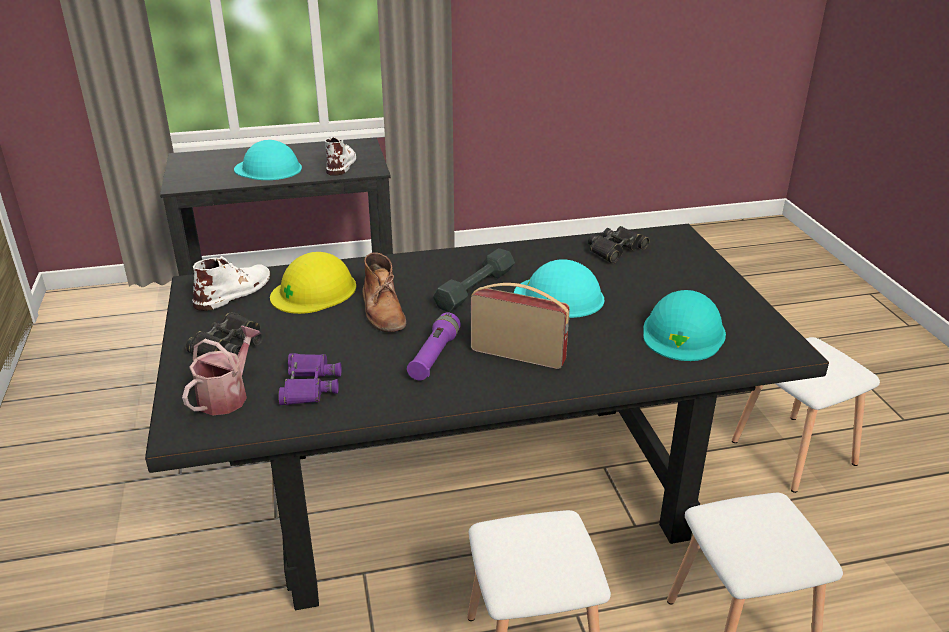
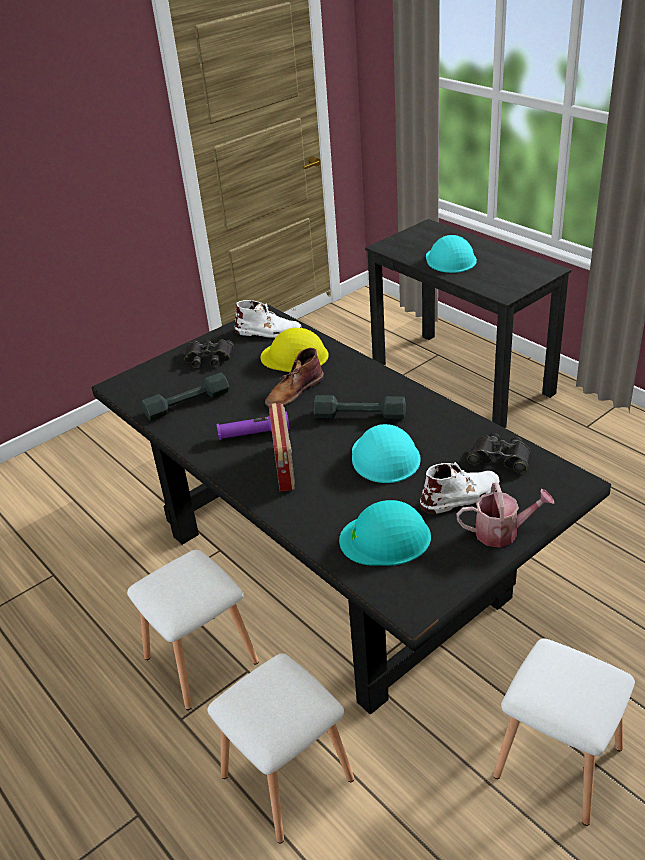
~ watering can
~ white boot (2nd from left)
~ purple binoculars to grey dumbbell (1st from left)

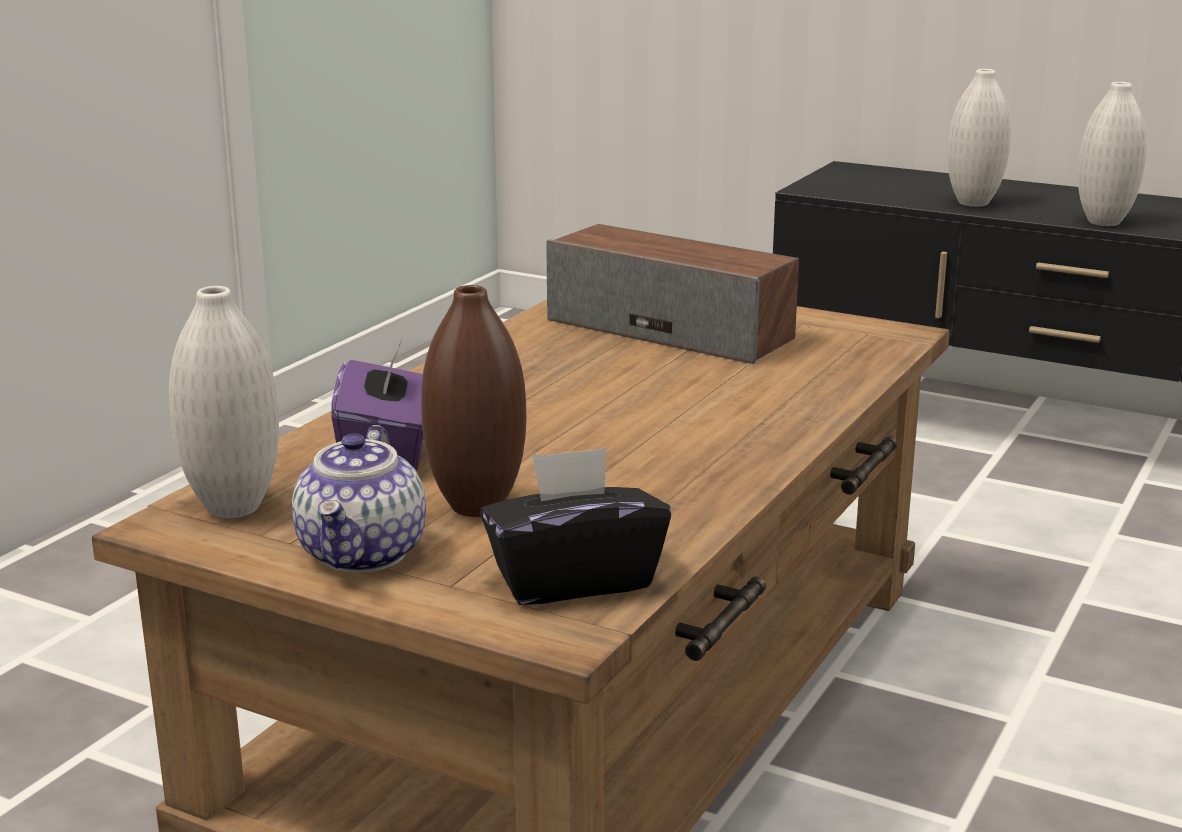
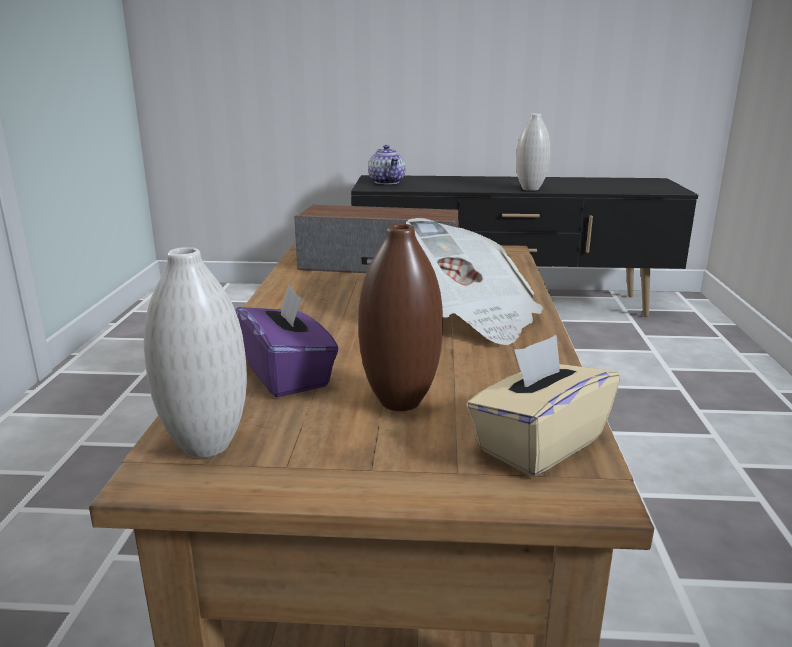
- white vase (2nd from left)
+ newspaper
~ teapot
~ black tissue box to beige tissue box

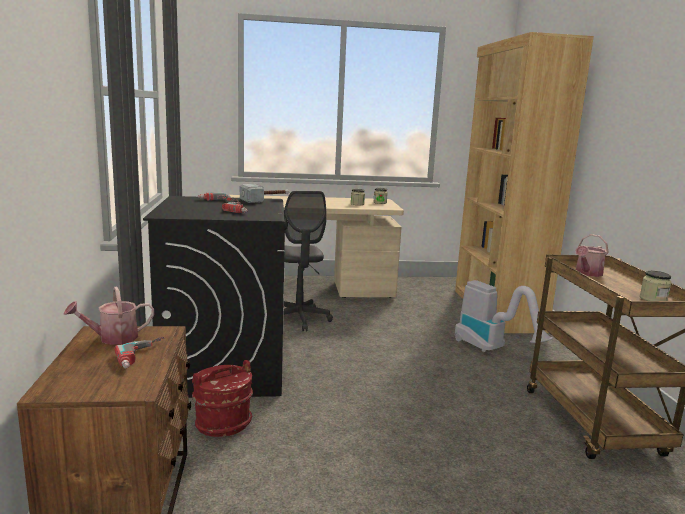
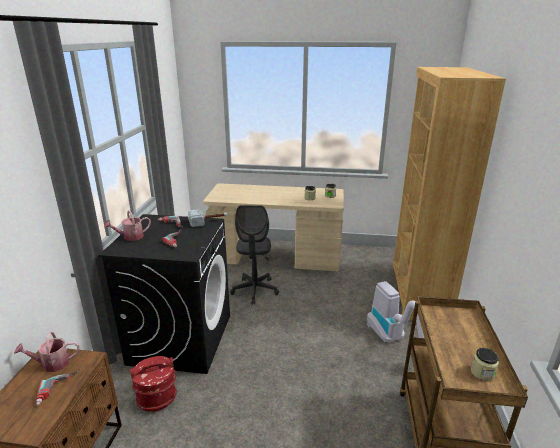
~ watering can (2nd from left)

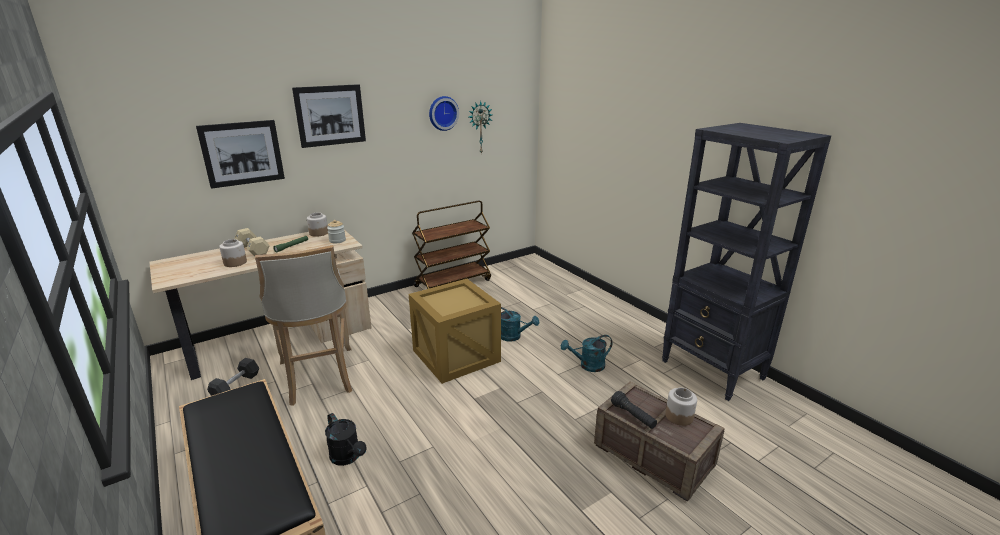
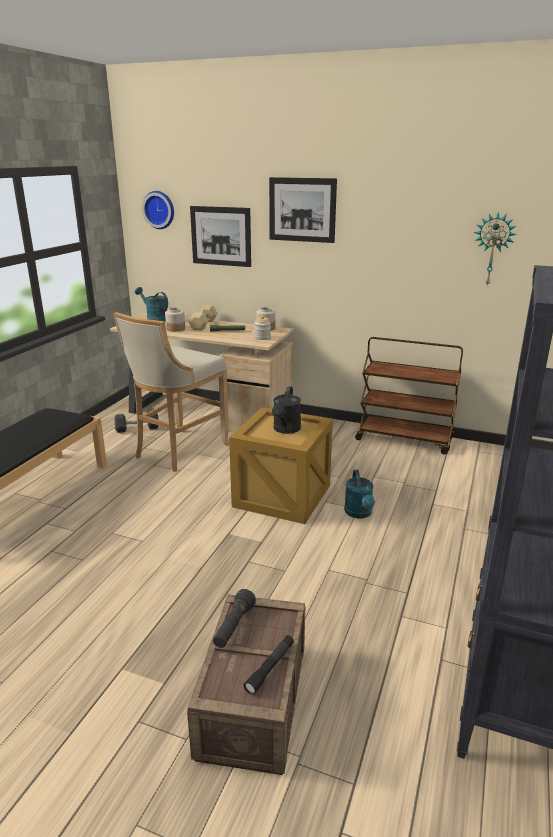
~ black watering can
~ wall clock (1st from left)
~ turquoise watering can (2nd from left in the first image) to turquoise watering can (1st from left)
~ jar (4th from left) to black flashlight (2nd from left)

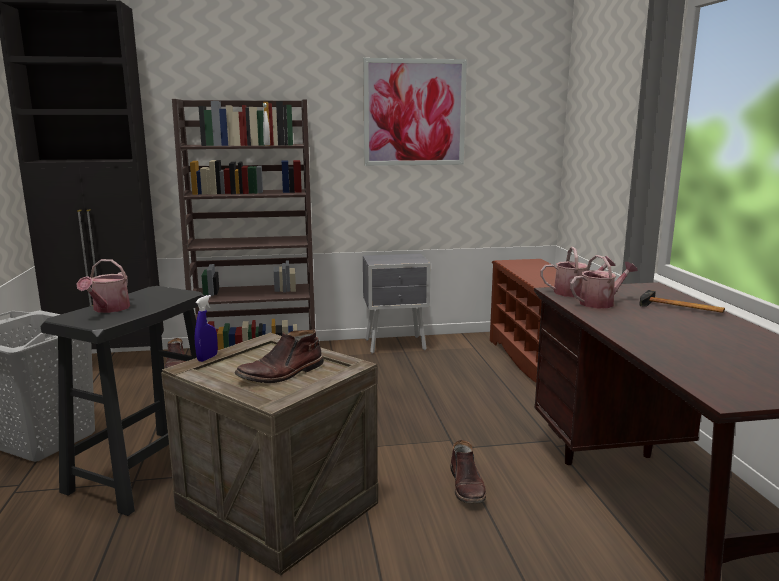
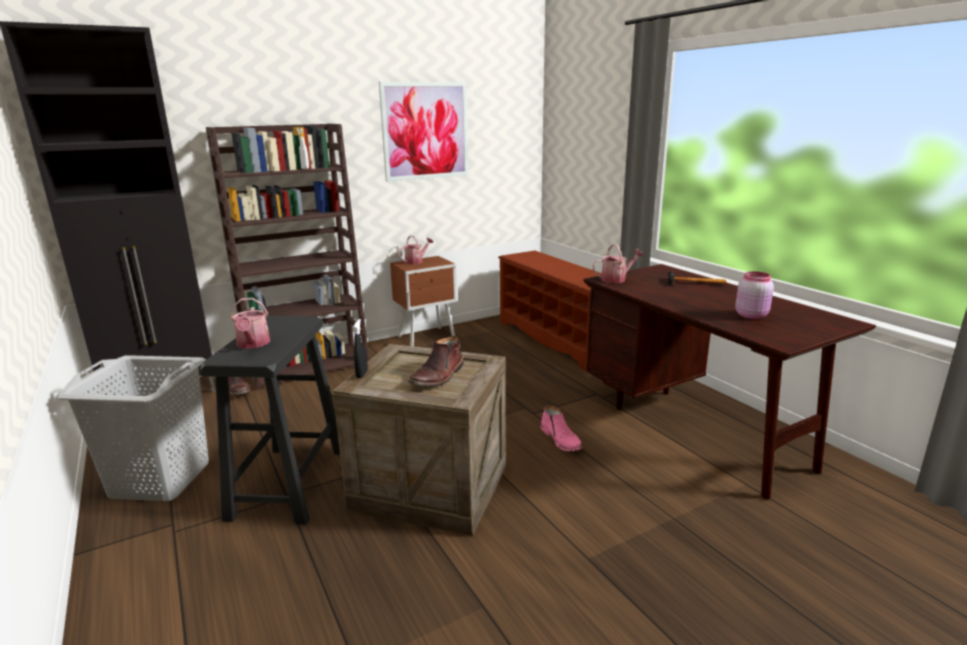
+ pink jar
~ watering can (3rd from left in the first image) to watering can (2nd from left)
~ blue spray bottle to black spray bottle
~ grey nightstand to brown nightstand
~ brown boot (3rd from left) to pink boot

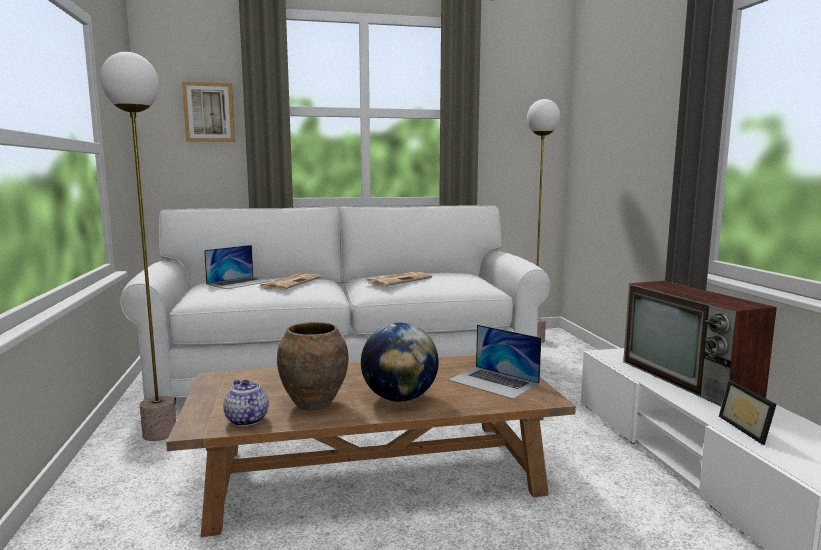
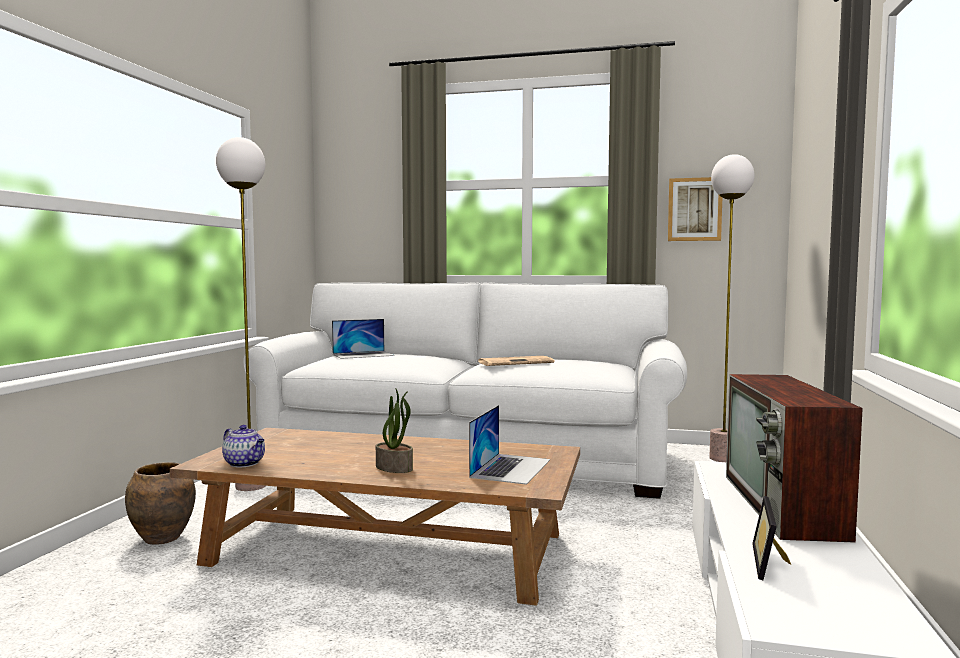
- newspaper (1st from left)
~ picture
~ brown vase
~ globe to potted plant
~ teapot 135 degrees clockwise
~ laptop (2nd from left) 135 degrees counterclockwise

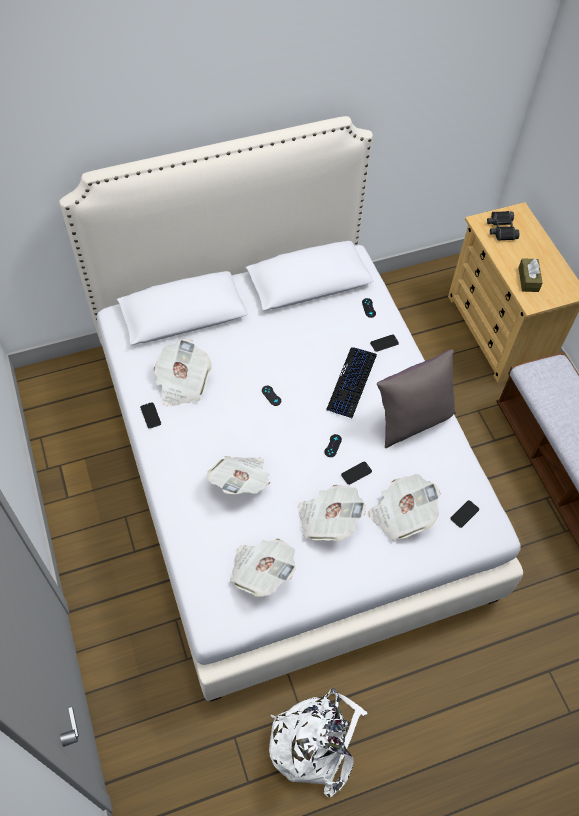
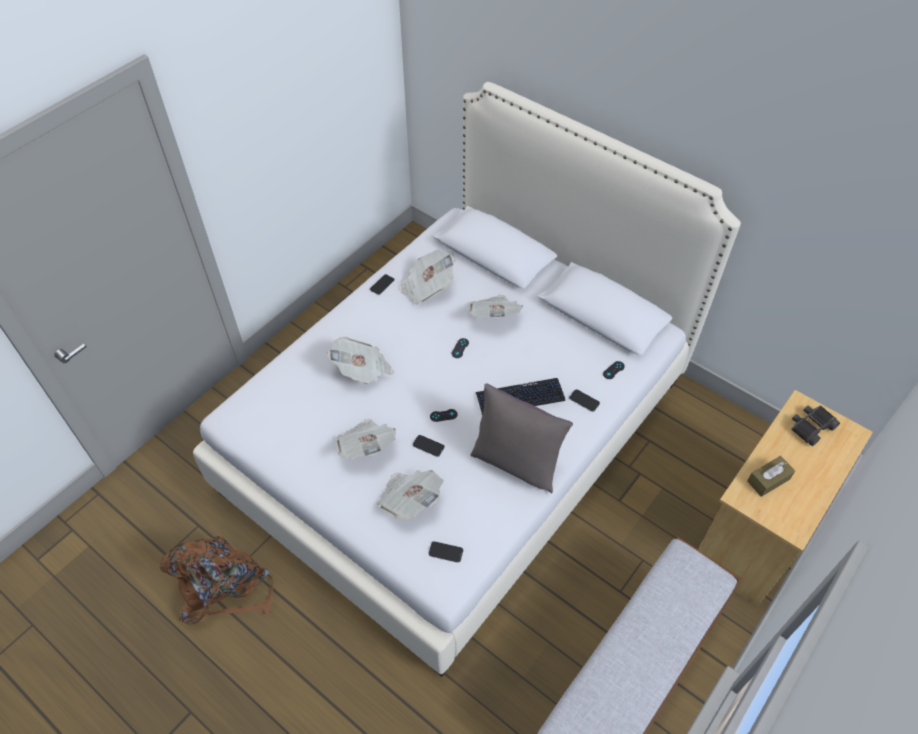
~ newspaper (3rd from left in the first image) to newspaper (5th from left)
~ white backpack to brown backpack

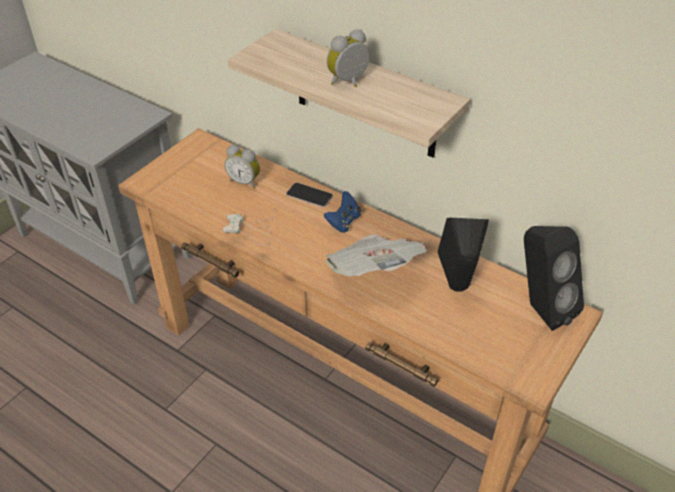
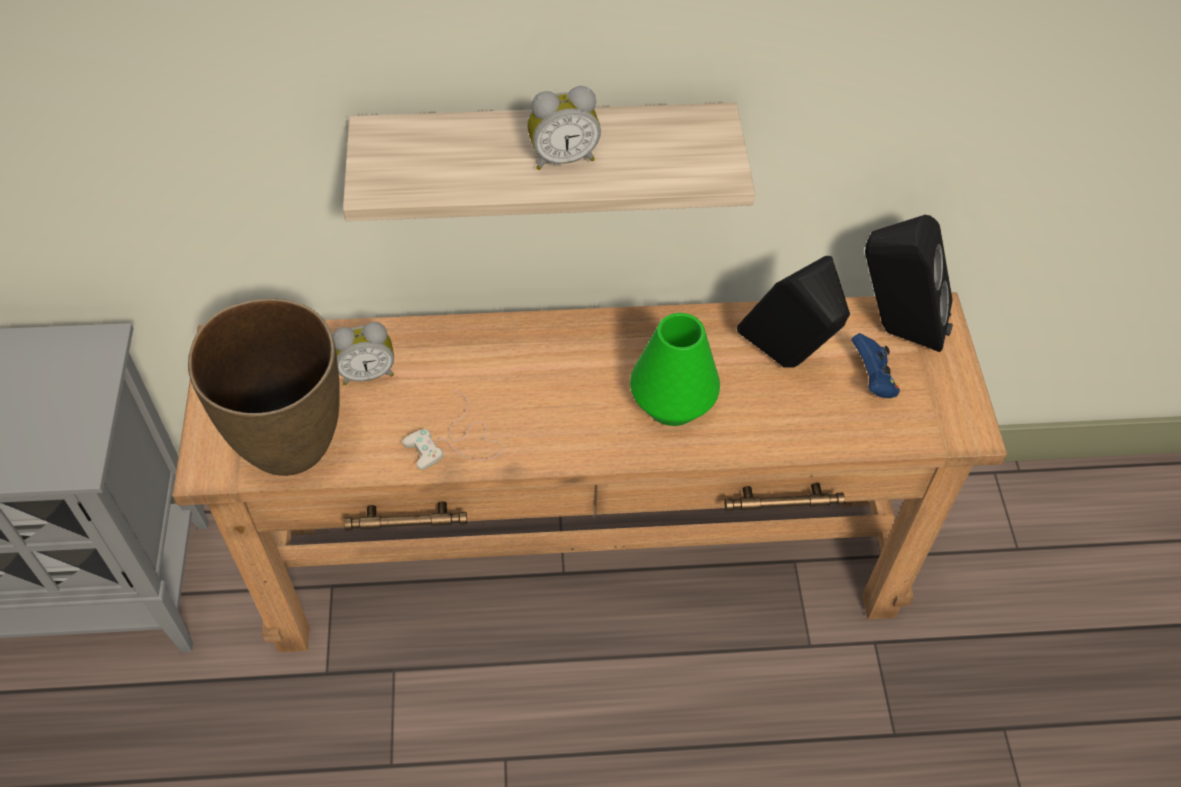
- phone
+ brown vase
~ blue game controller
~ newspaper to green vase
~ alarm clock (2nd from left) 120 degrees counterclockwise

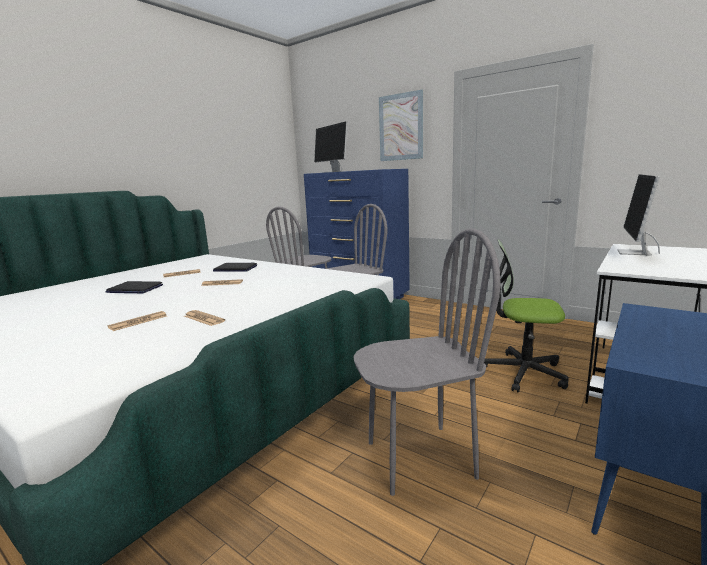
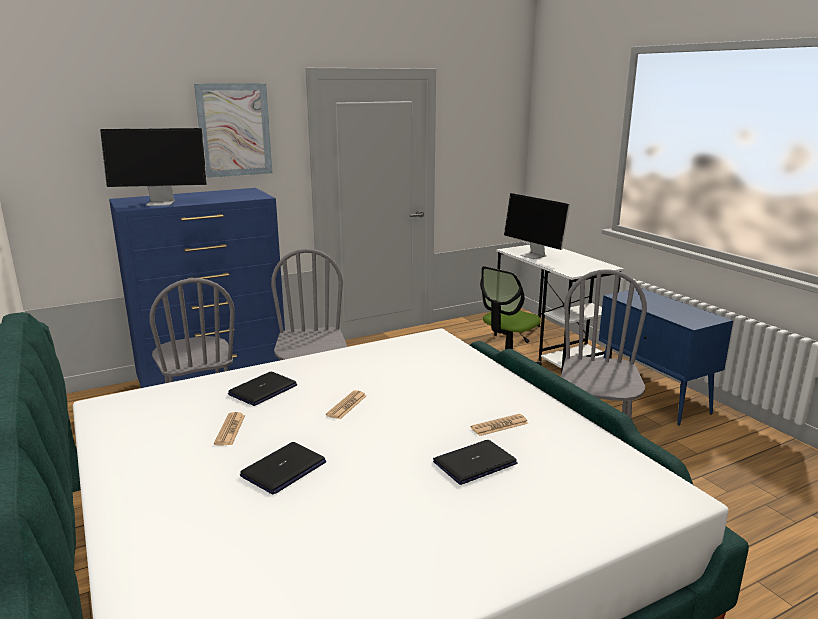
~ newspaper (1st from left) to laptop (3rd from left)

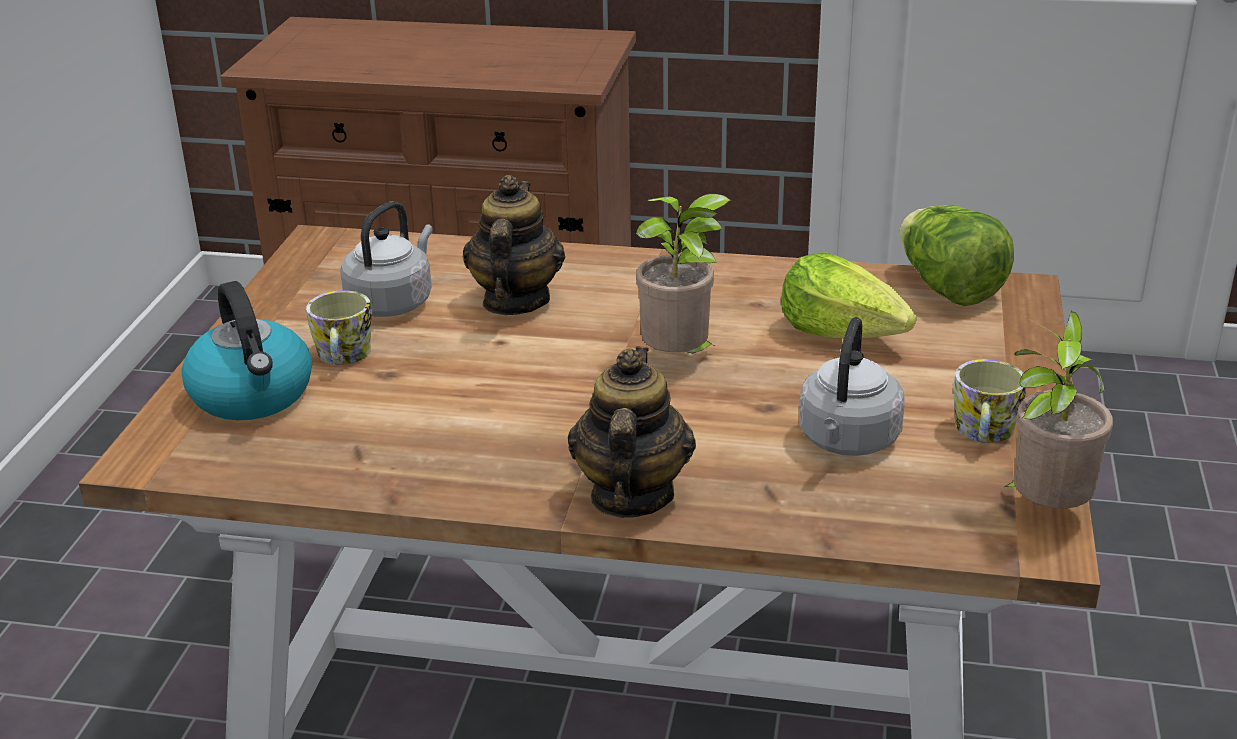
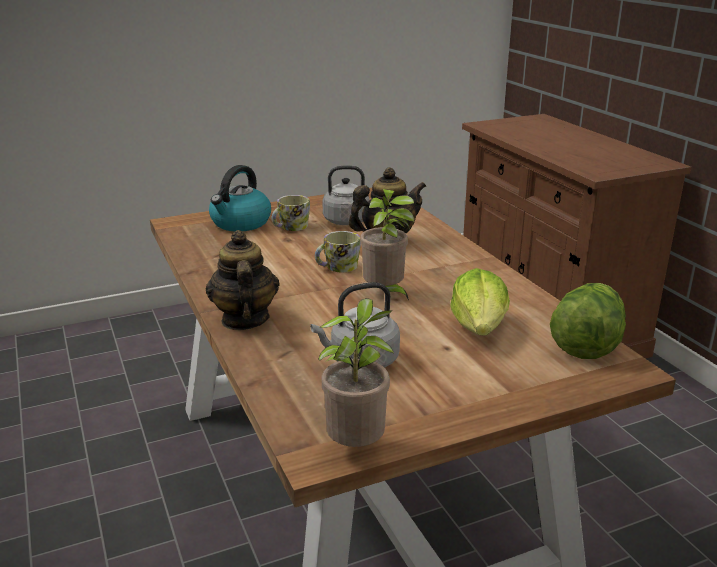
~ mug (2nd from left)
~ teapot (2nd from left in the first image) 75 degrees counterclockwise

